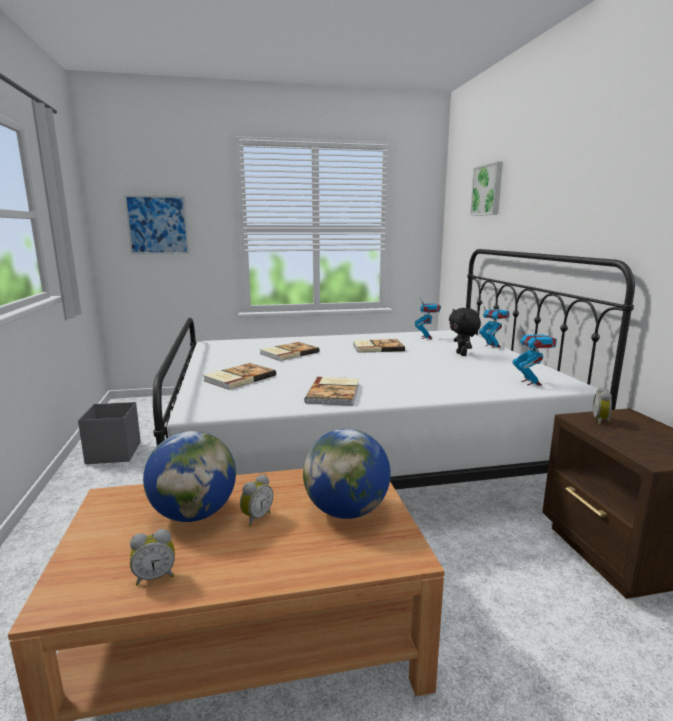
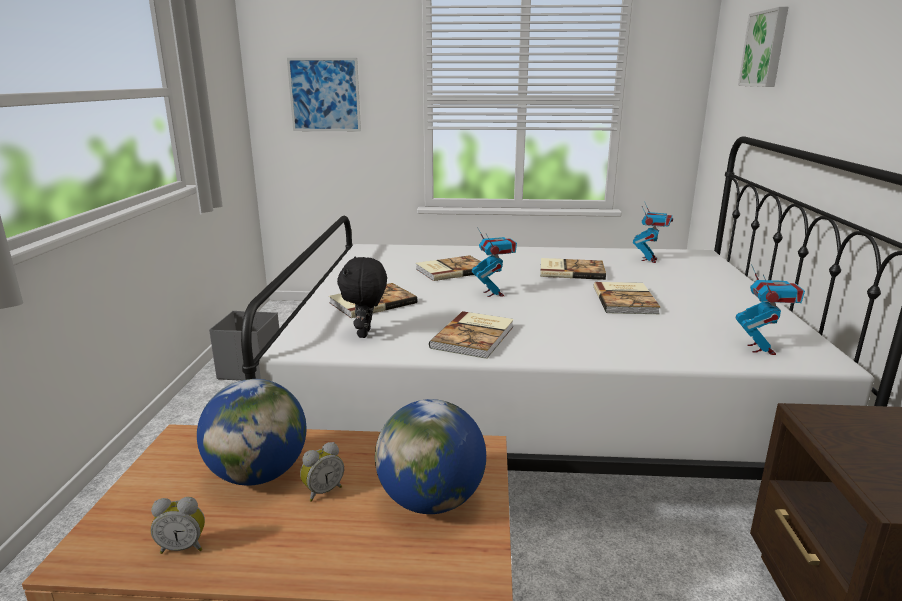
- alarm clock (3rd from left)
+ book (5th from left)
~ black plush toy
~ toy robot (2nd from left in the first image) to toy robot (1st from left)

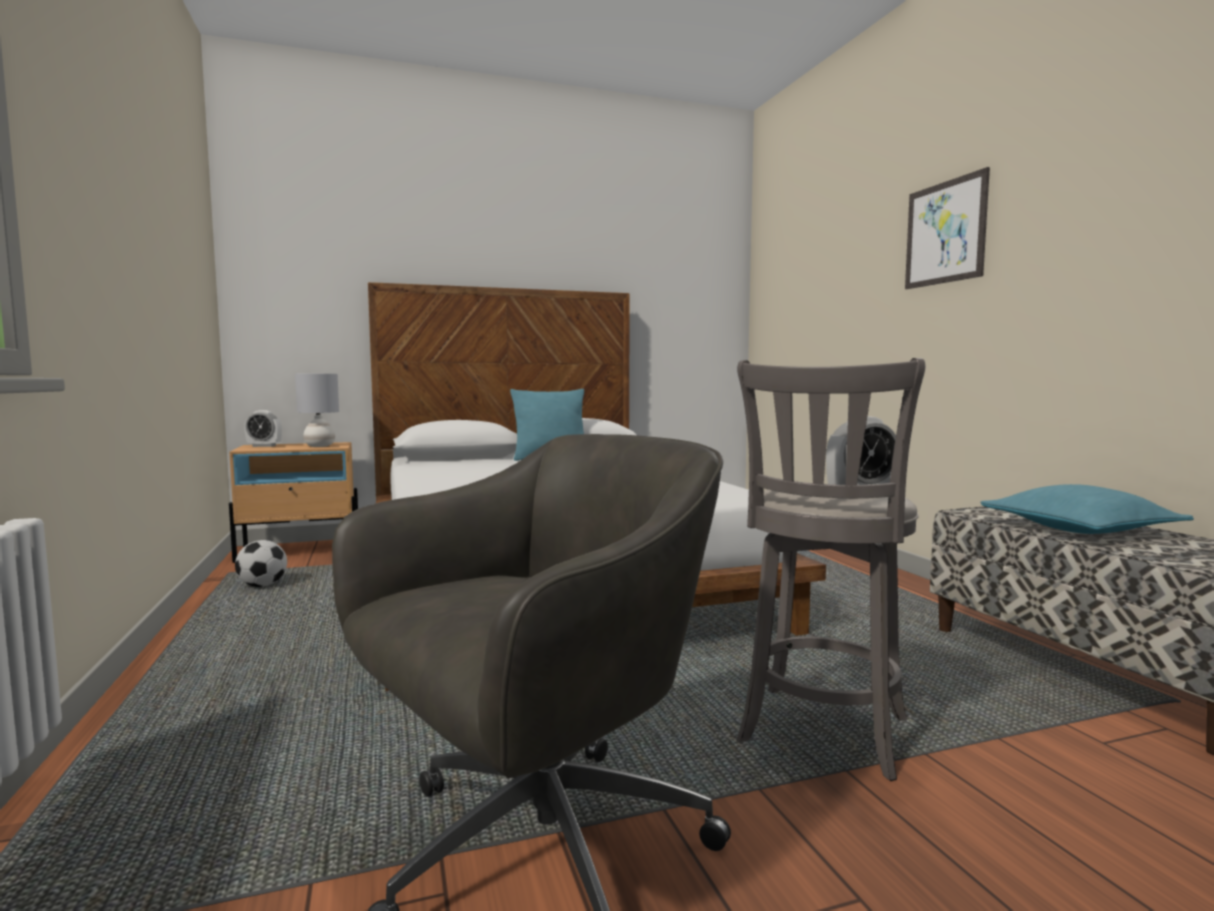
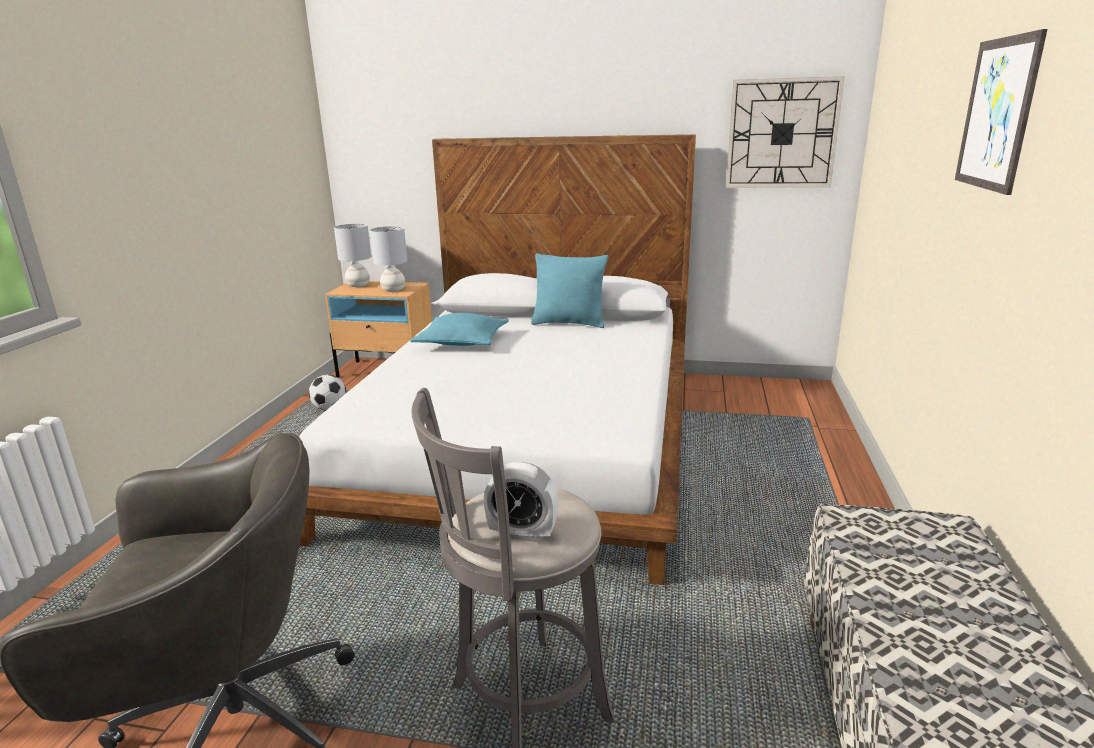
+ wall clock
~ turquoise pillow (2nd from left in the first image) to turquoise pillow (1st from left)
~ alarm clock (1st from left) to grey table lamp (1st from left)

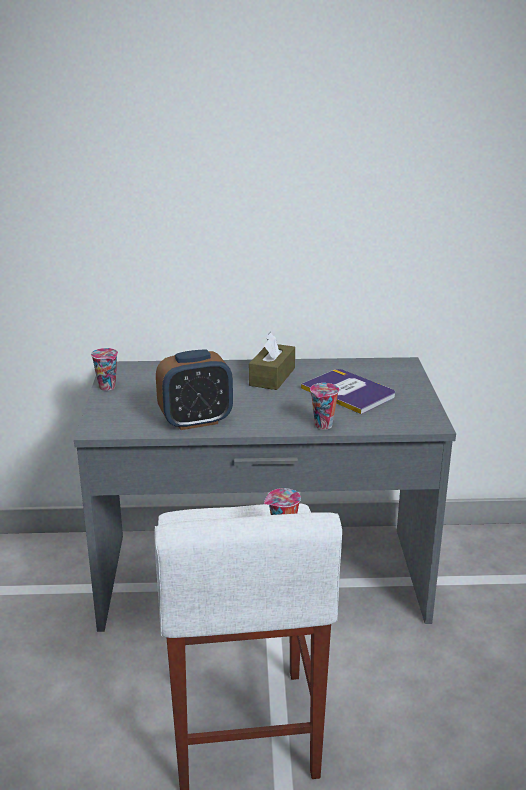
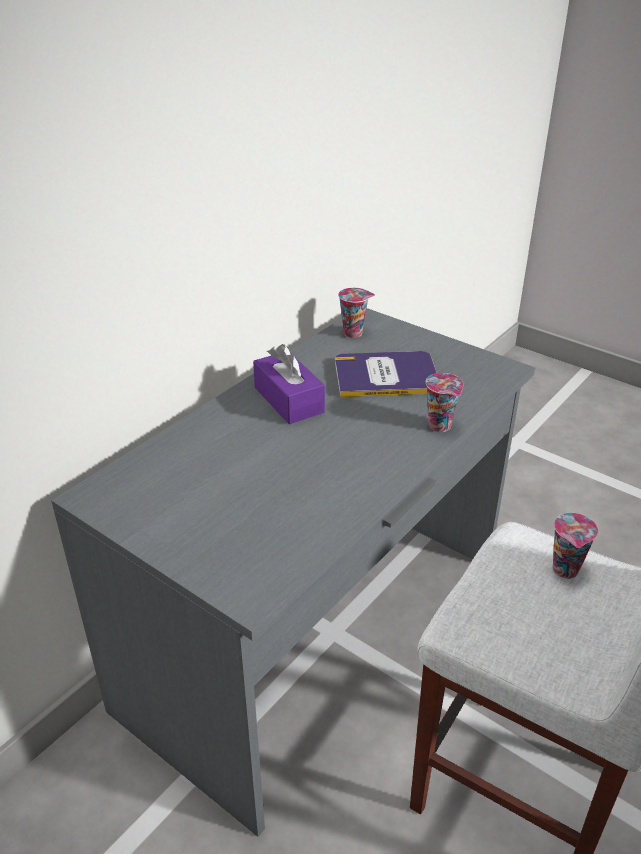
- alarm clock
~ cup (1st from left)
~ brown tissue box to purple tissue box

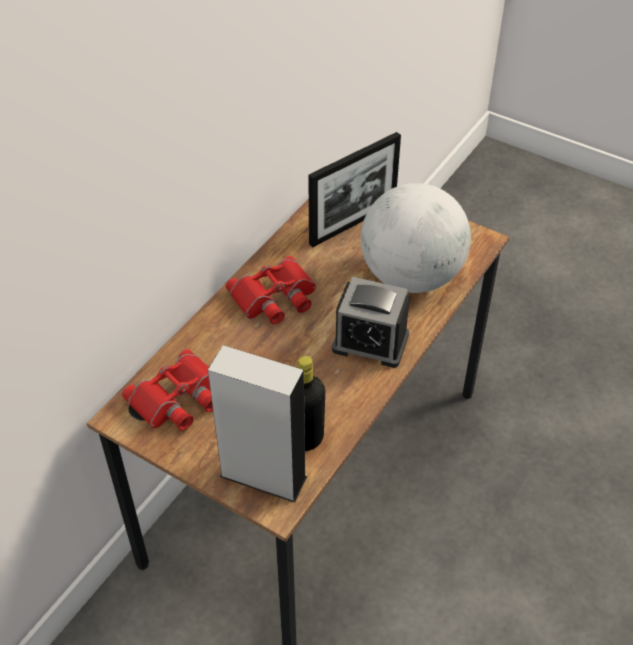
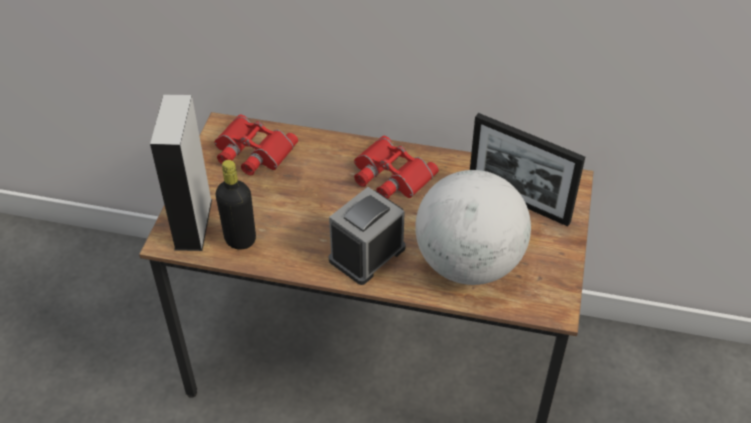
~ alarm clock 45 degrees clockwise

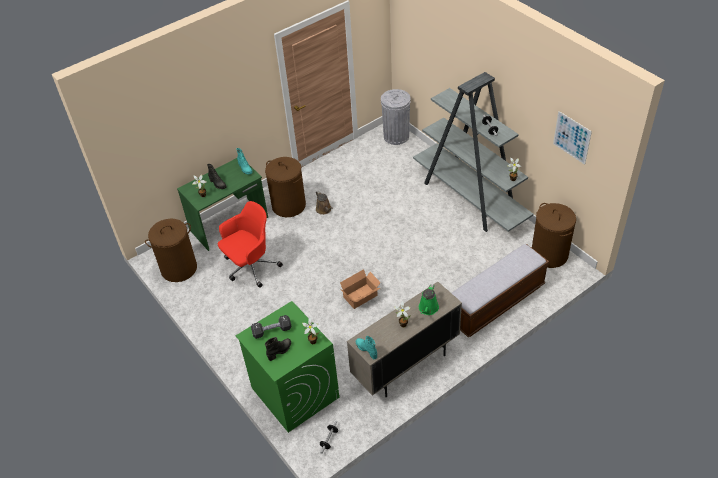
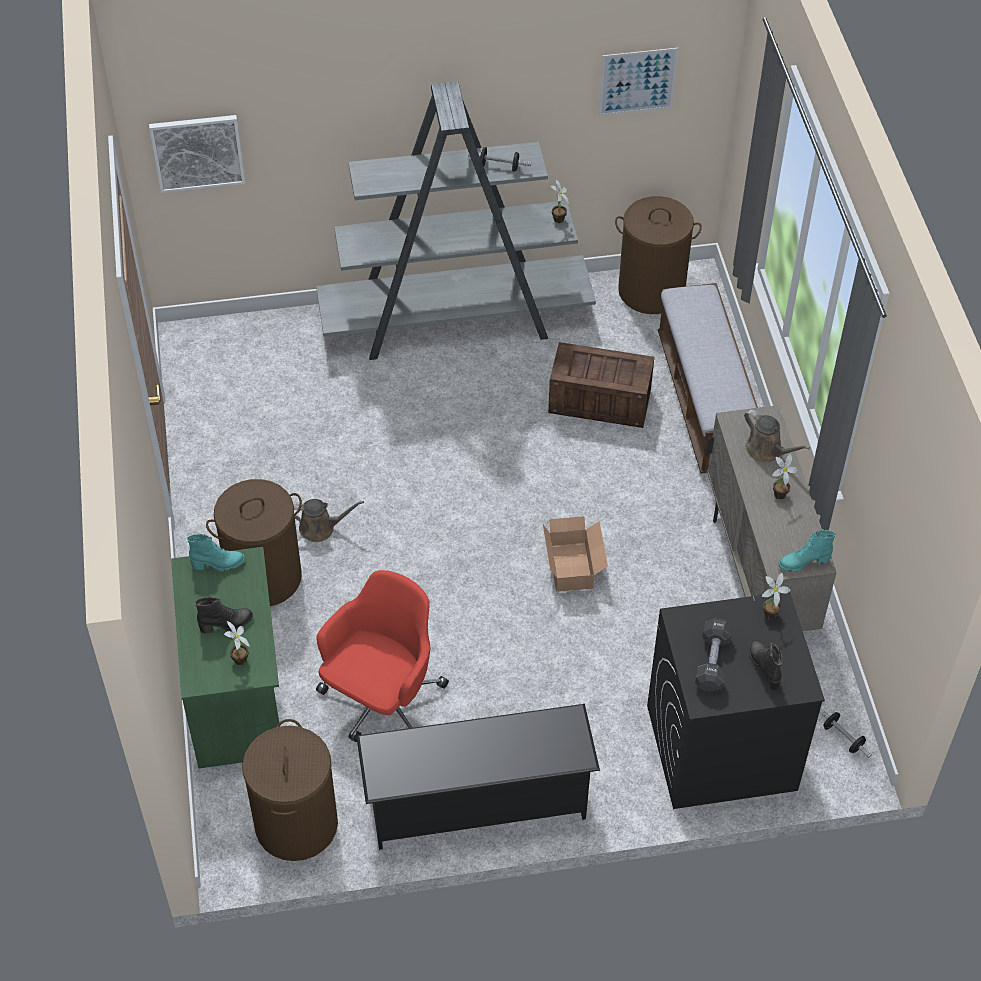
- grey trash can
+ picture (1st from left)
+ black shoe rack
+ crate
~ green washing machine to black washing machine
~ green watering can to brown watering can (2nd from left)
~ red office chair 45 degrees clockwise

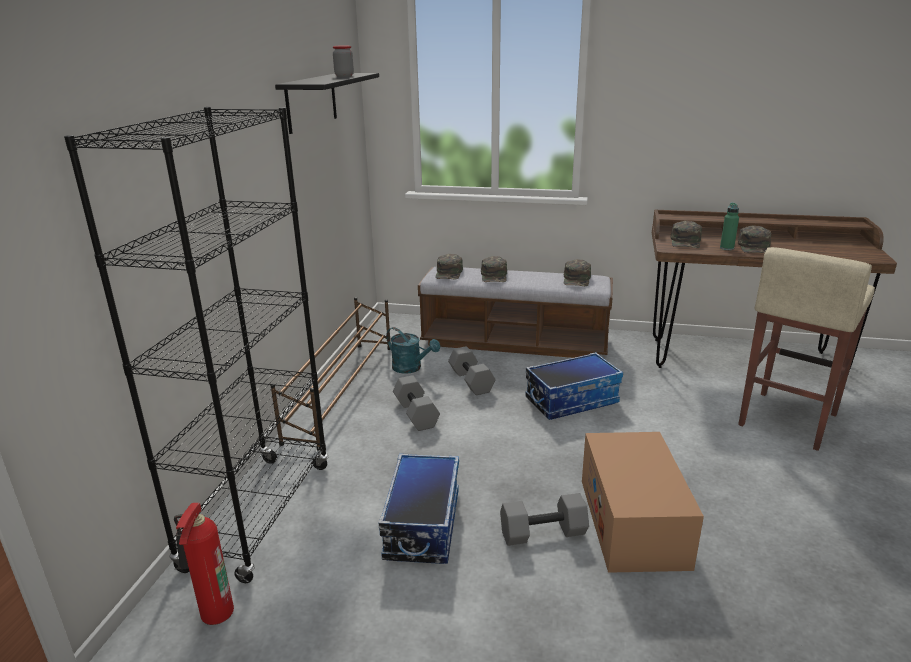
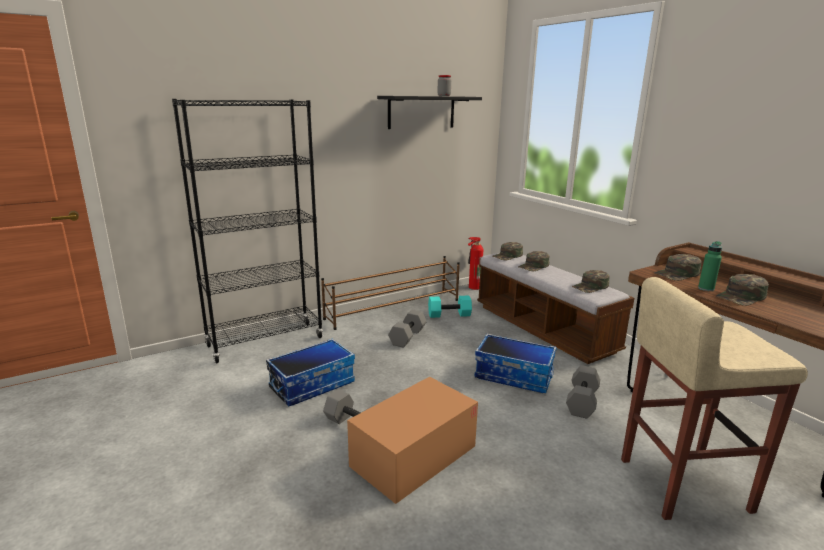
~ fire extinguisher
~ grey dumbbell (2nd from left in the first image) to grey dumbbell (3rd from left)
~ turquoise watering can to turquoise dumbbell

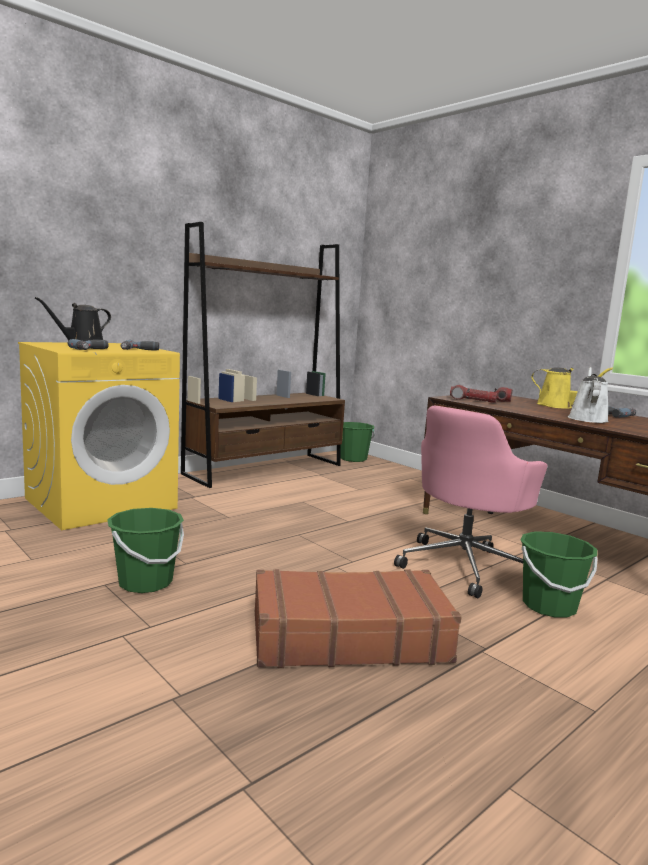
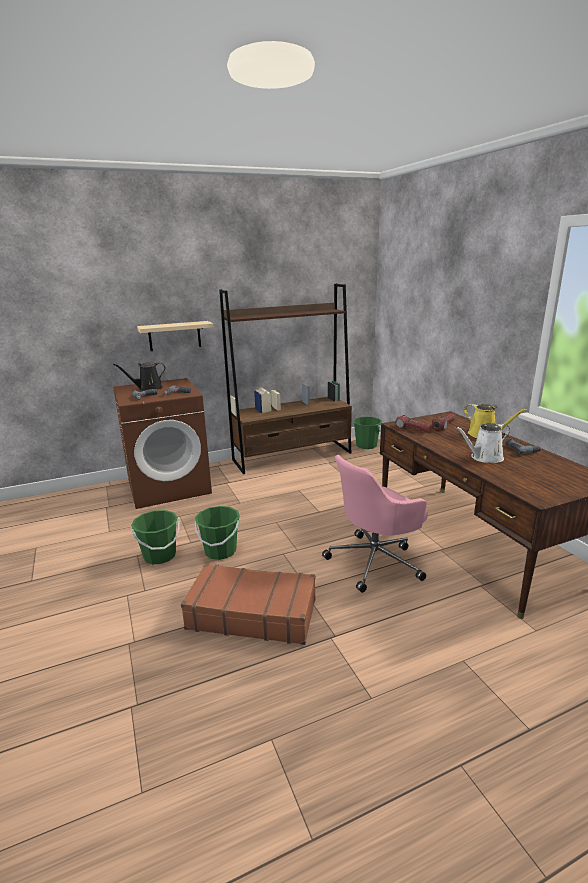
+ beige shelf
~ green bucket (3rd from left in the first image) to green bucket (2nd from left)
~ yellow washing machine to brown washing machine
~ white watering can 150 degrees counterclockwise

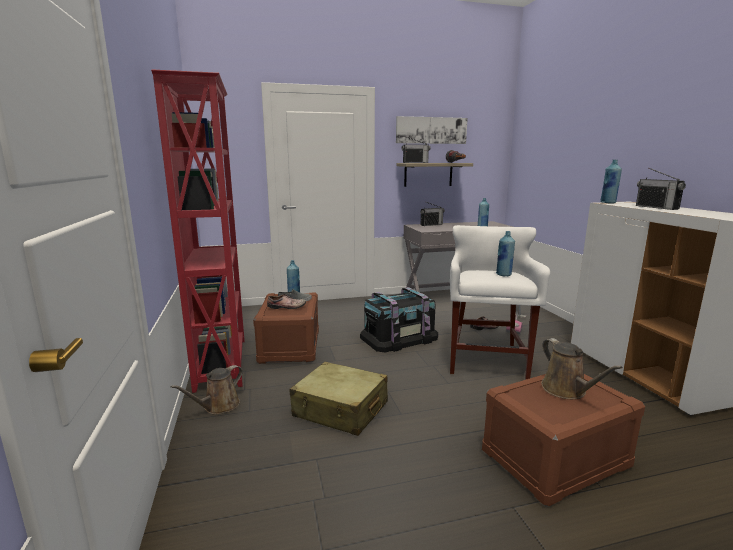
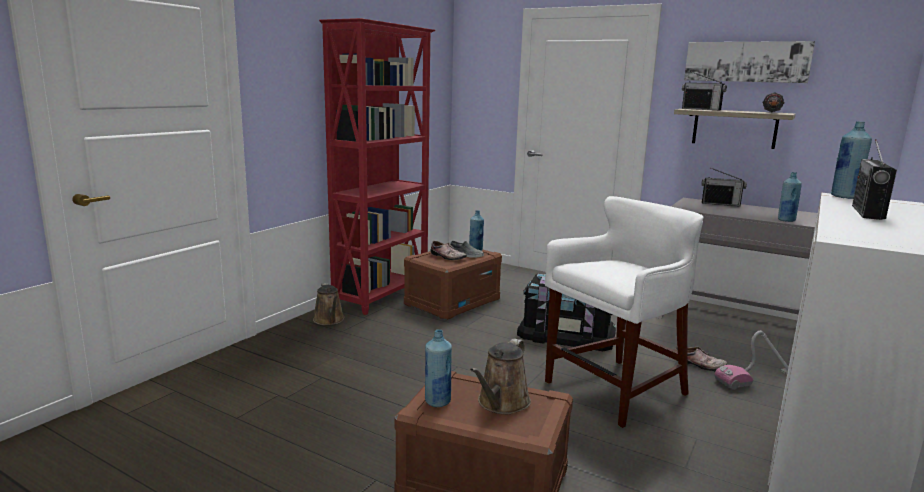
- beige suitcase
~ blue bottle (3rd from left in the first image) to blue bottle (1st from left)
~ brown watering can (1st from left) 105 degrees counterclockwise

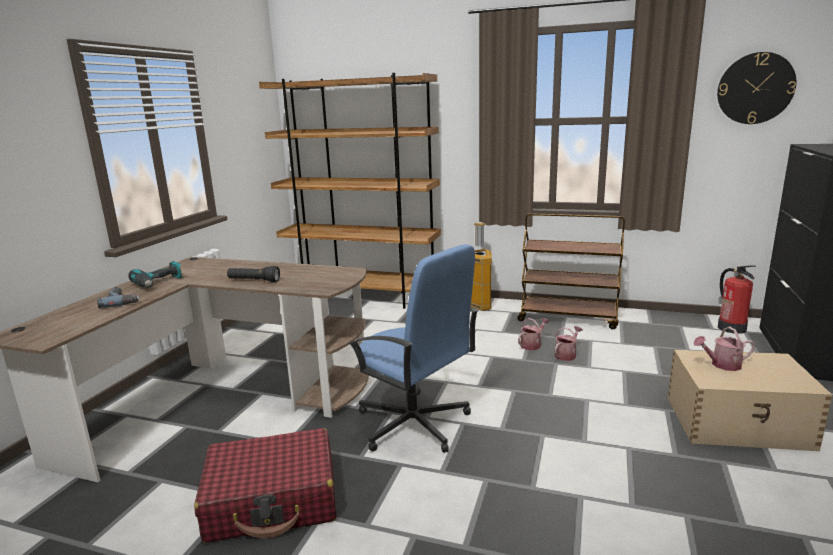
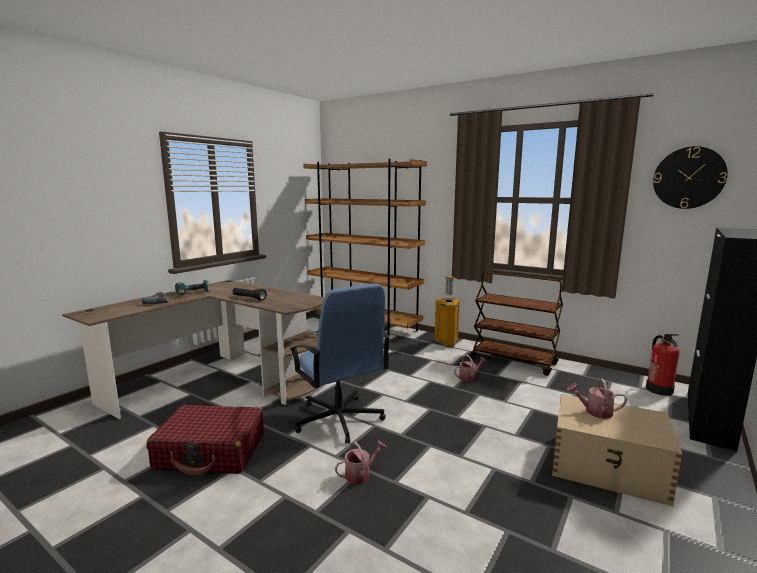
~ watering can (2nd from left in the first image) to watering can (1st from left)

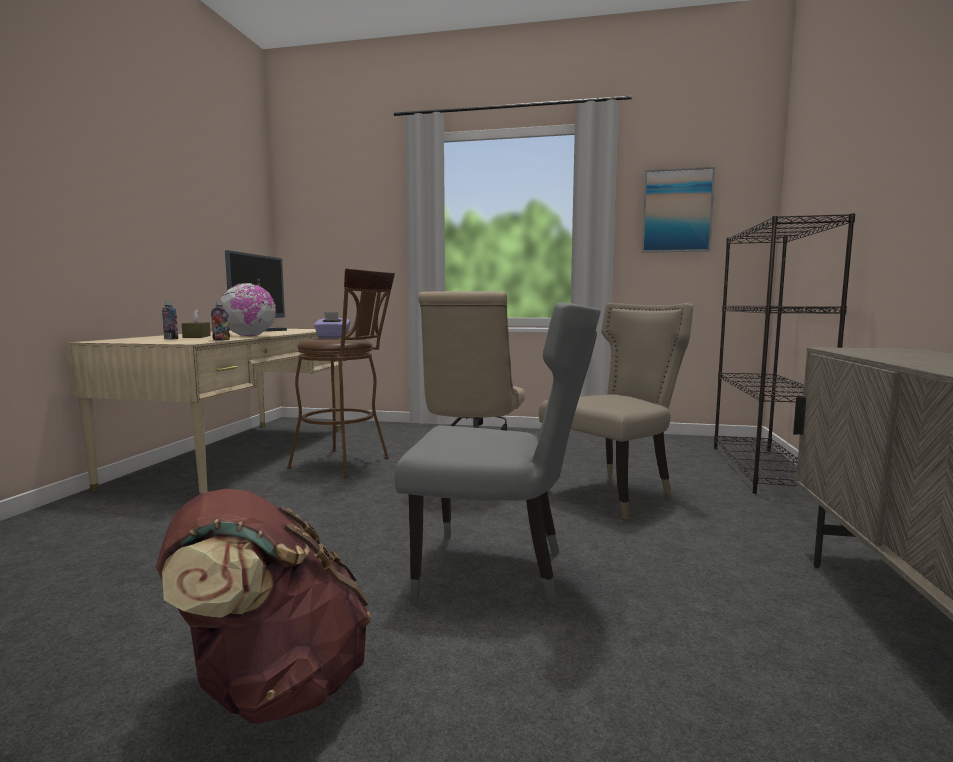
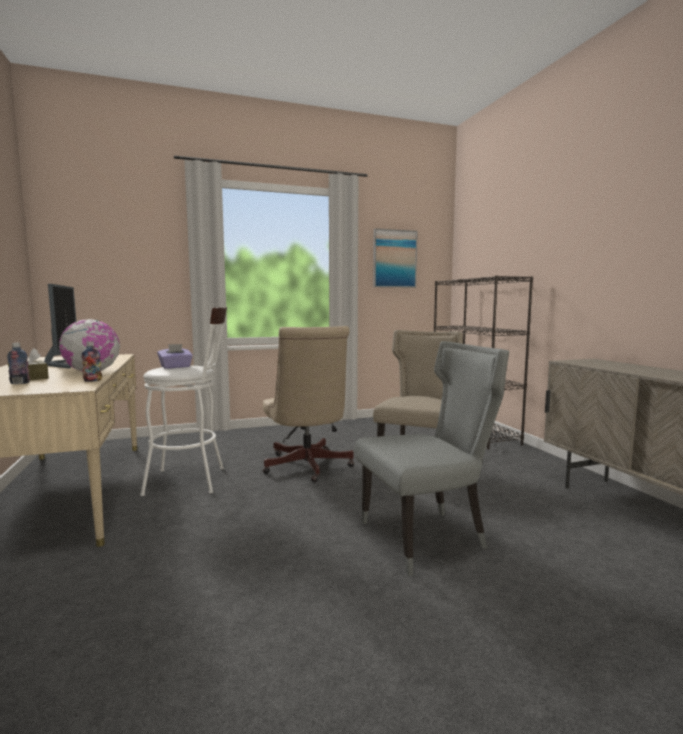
- brown backpack
~ brown stool to white stool

